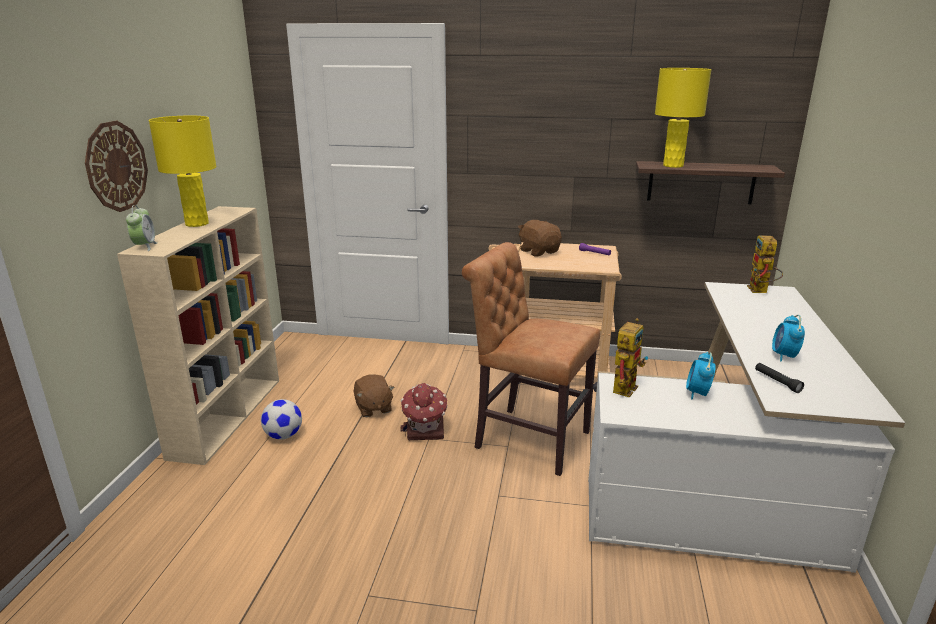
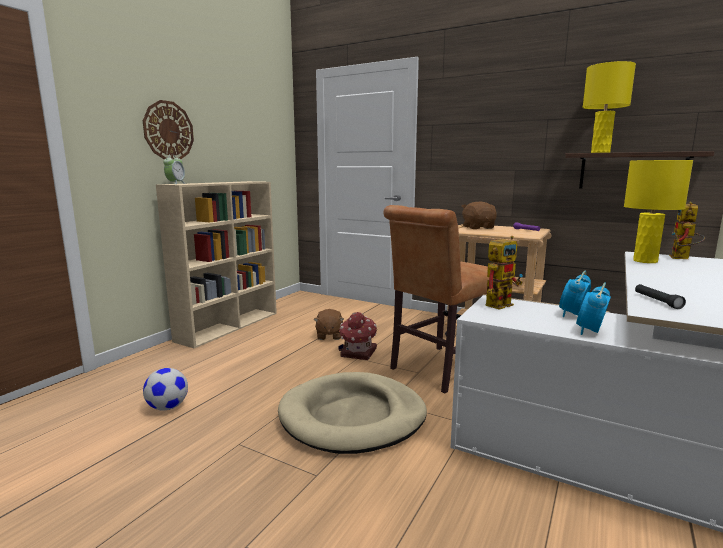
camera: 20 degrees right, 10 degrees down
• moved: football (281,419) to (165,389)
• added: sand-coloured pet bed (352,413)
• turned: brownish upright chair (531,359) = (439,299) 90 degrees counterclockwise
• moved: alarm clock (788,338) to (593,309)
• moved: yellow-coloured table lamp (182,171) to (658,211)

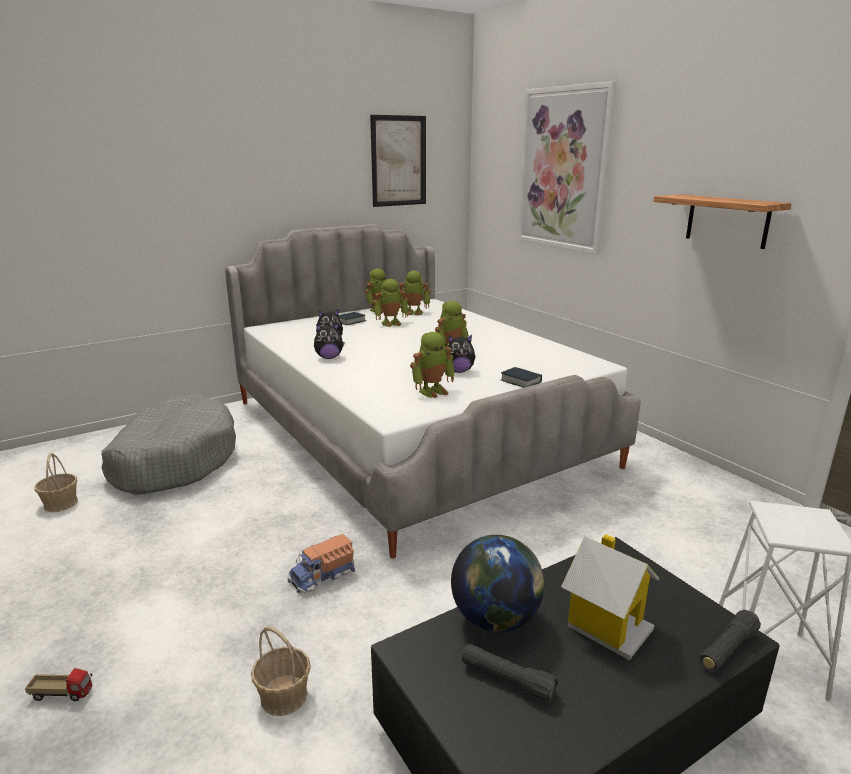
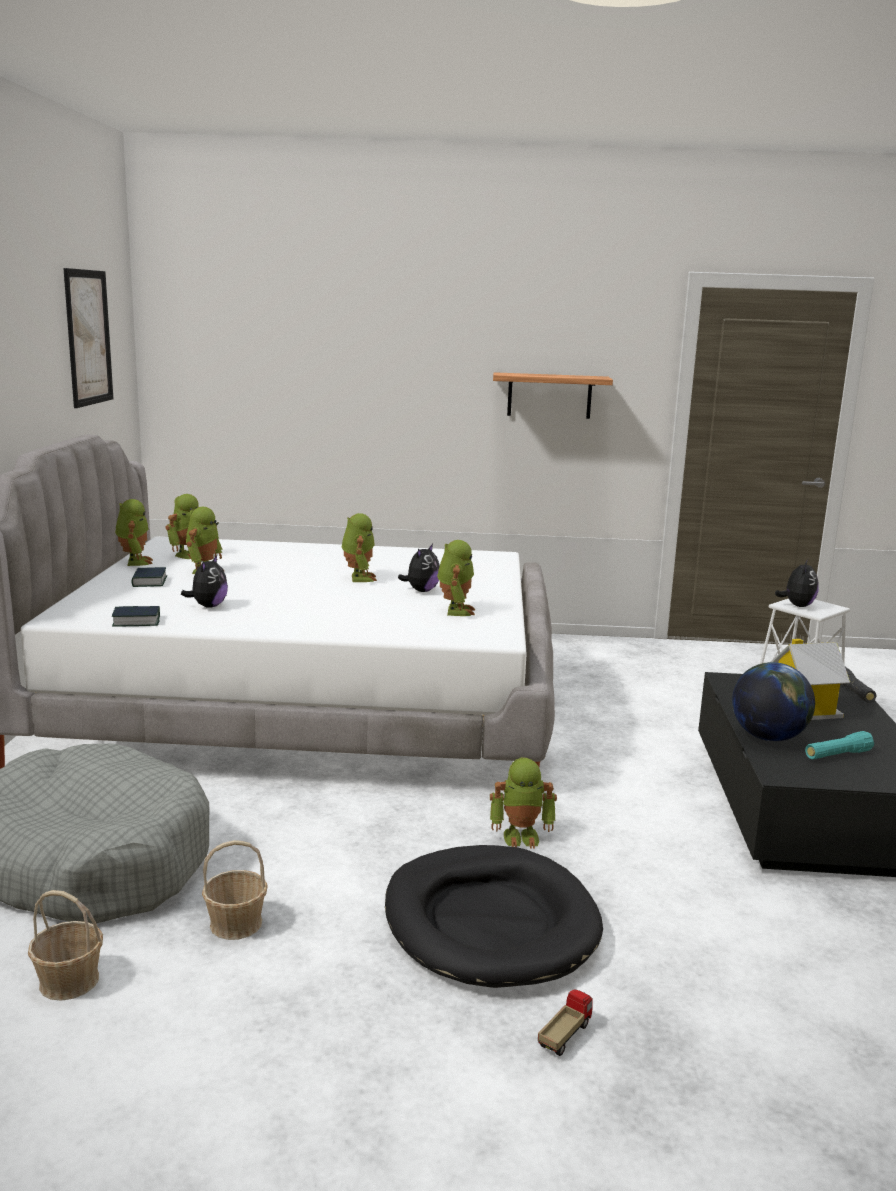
camera: 55 degrees left, 5 degrees down
• moved: bound book (521,377) to (136,616)
• moved: household basket (281,671) to (235,890)
• added: black pet bed (494,916)
• replaced: model truck (321,564) to model robot (523,803)
• moved: soft toy (329,341) to (797,583)
• recoloured: black flashlight (510,673) to blue-green flashlight (839,745)
• removed: picture (567,168)

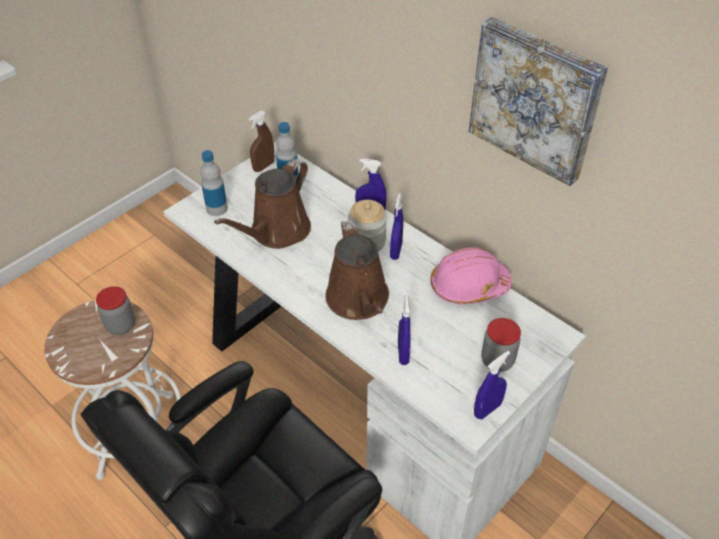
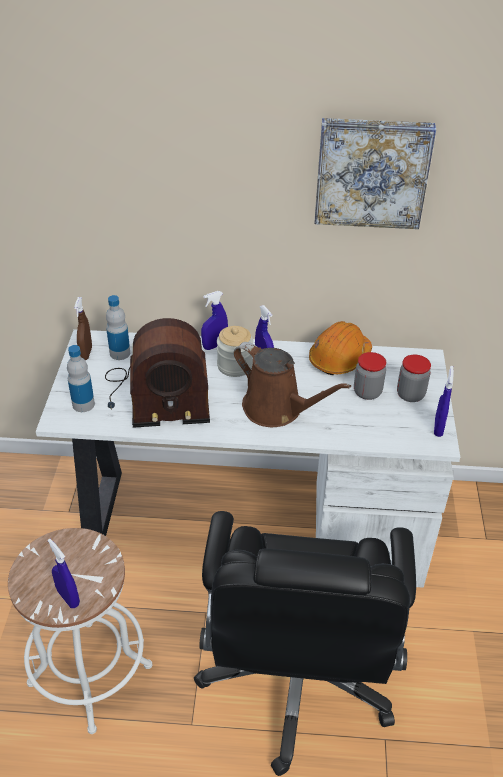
camera: 40 degrees left, 5 degrees down
• moved: blue-coloured sprayer (404,328) to (64,573)
• replaced: brownish sprinkling can (262,204) to radio (157,373)
• recoloured: pink-coloured safety helmet (471,275) to orange-coloured safety helmet (340,348)
• moved: jar (115,310) to (370,376)

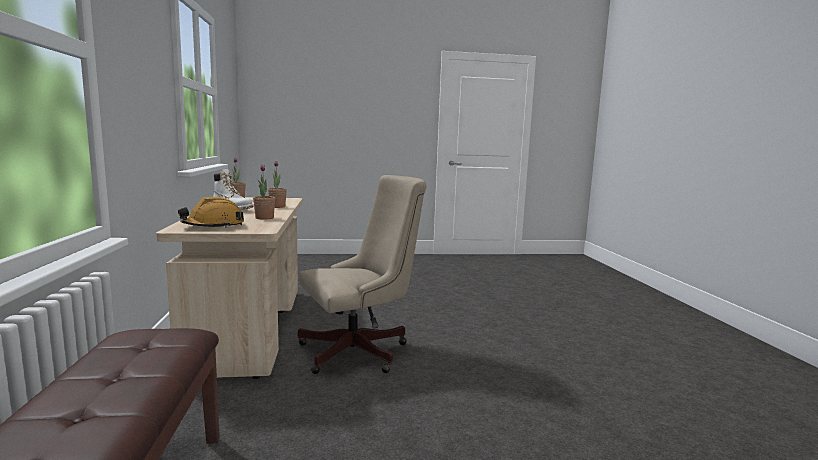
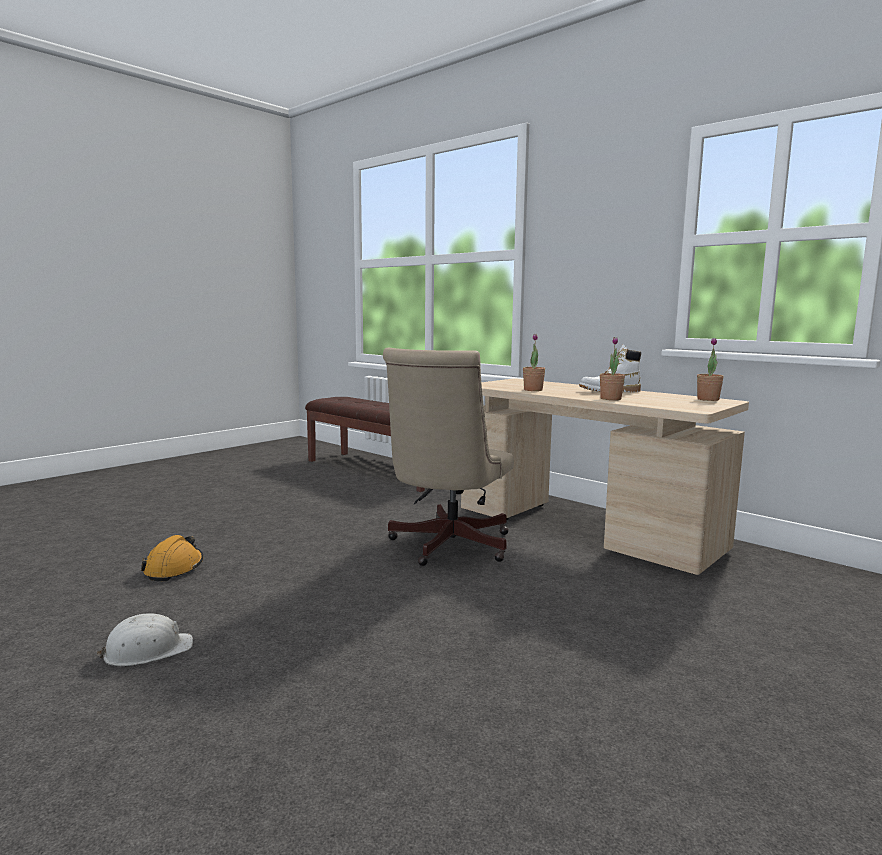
camera: 140 degrees right, 0 degrees up
• added: whitish safety helmet (144,639)
• moved: orange-coloured safety helmet (211,212) to (172,558)

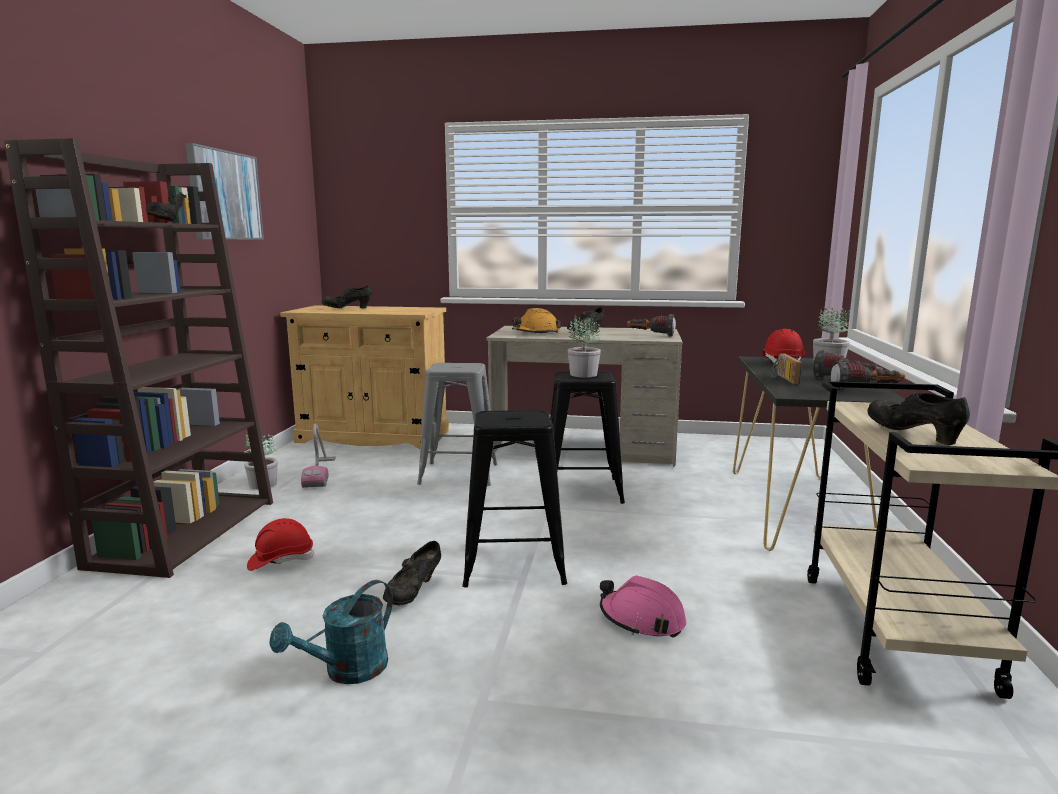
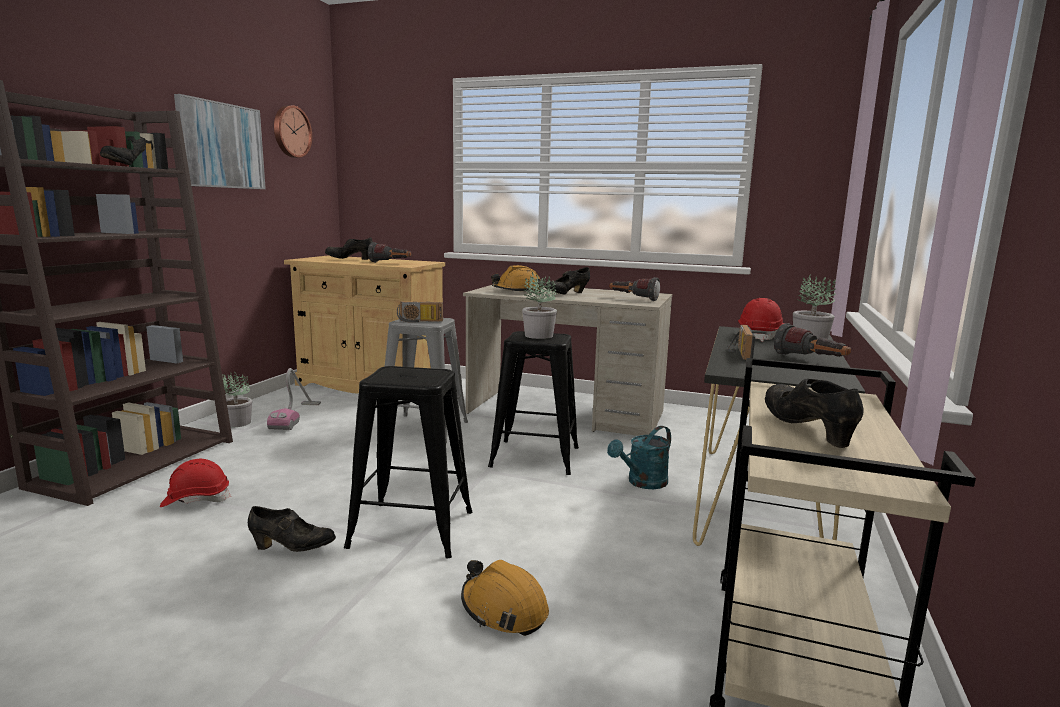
camera: 10 degrees right, 0 degrees up
• turned: black shoe (412,573) = (292,529) 120 degrees counterclockwise
• added: clock on the wall (293,131)
• moved: flashlight (868,375) to (389,252)
• added: radio (420,312)
• recoloured: pink-coloured safety helmet (643,607) to orange-coloured safety helmet (505,598)
• moved: blue-green sprinkling can (331,632) to (639,457)

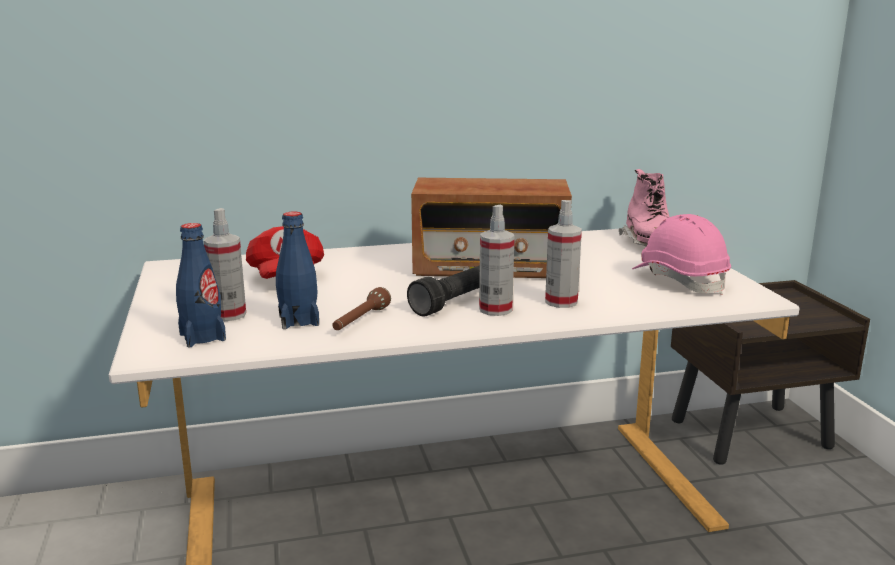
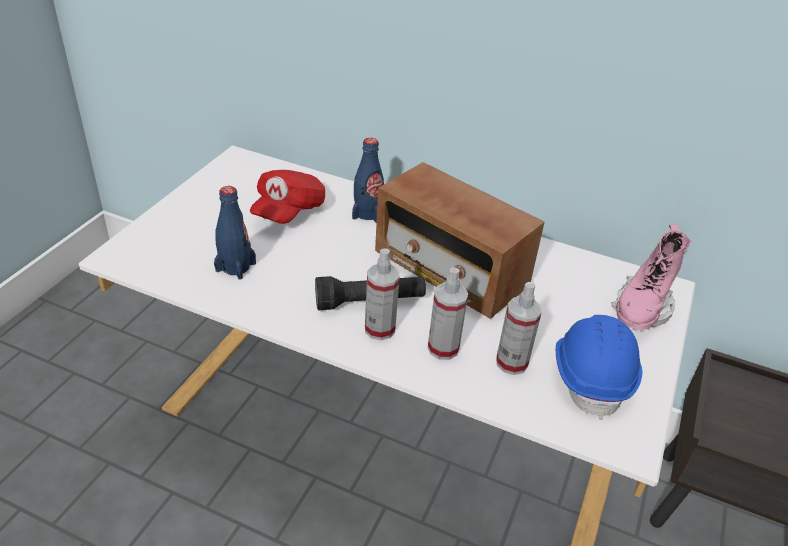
camera: 35 degrees right, 20 degrees up
• moved: blue-coloured bottle (201,285) to (368,180)
• moved: sprayer (225,264) to (519,328)
• recoloured: pink-coloured safety helmet (681,254) to blue-coloured safety helmet (599,367)
• removed: brownish flashlight (361,308)

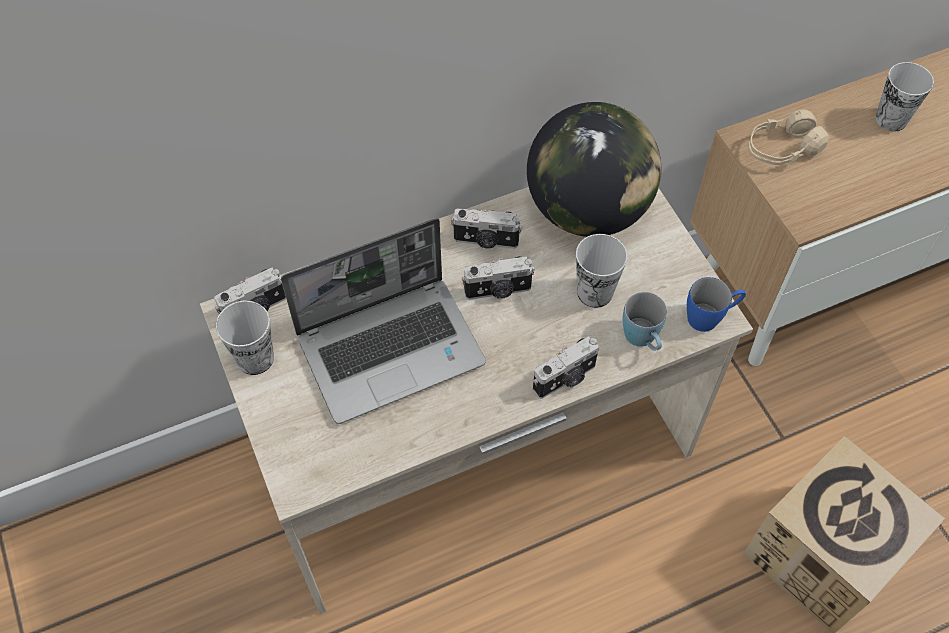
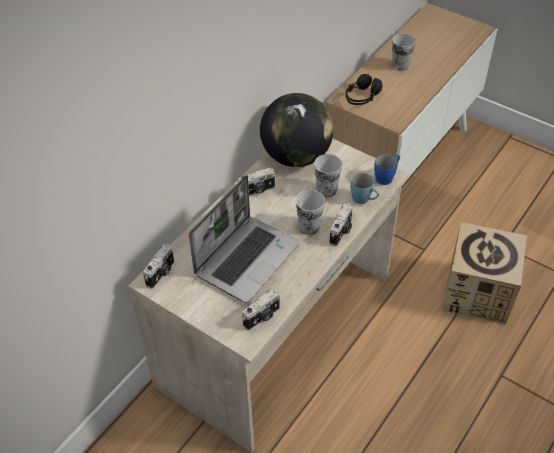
camera: 30 degrees left, 10 degrees down
• moved: still camera (498,278) to (261,310)
• moved: small cup (245,337) to (310,212)
• recoloured: sand-coloured headphones (788,137) to black headphones (364,89)

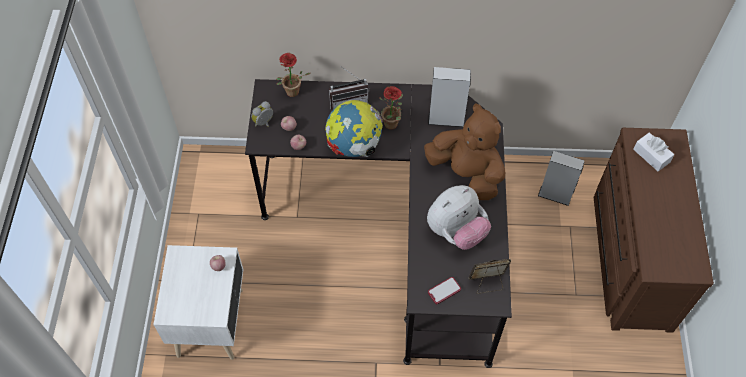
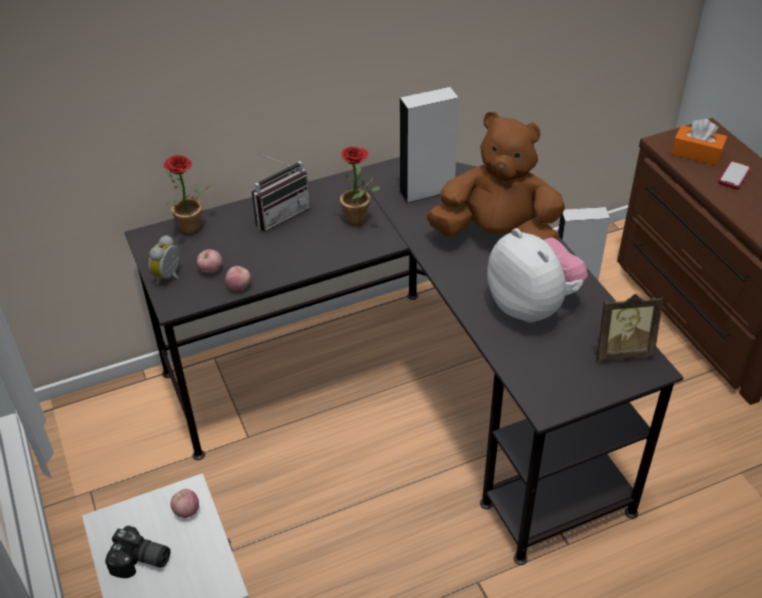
camera: 25 degrees left, 15 degrees down
• added: still camera (138,552)
• turned: soft toy (459,217) = (537,275) 60 degrees counterclockwise
• turned: standing frame (490,276) = (630,327) 150 degrees counterclockwise
• recoloured: whitish tissue holder (653,151) to orange-coloured tissue holder (699,142)
• moved: handset (444,290) to (734,175)
• removed: globe (354,128)

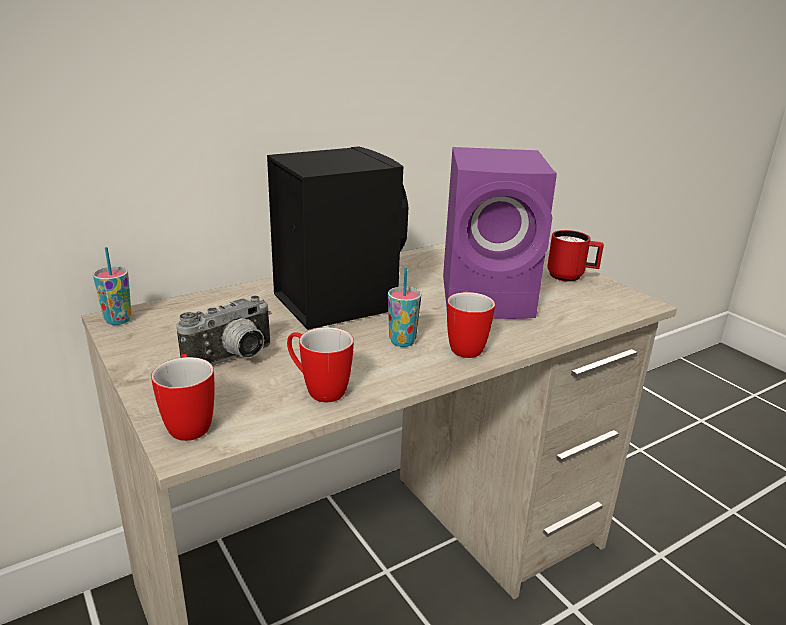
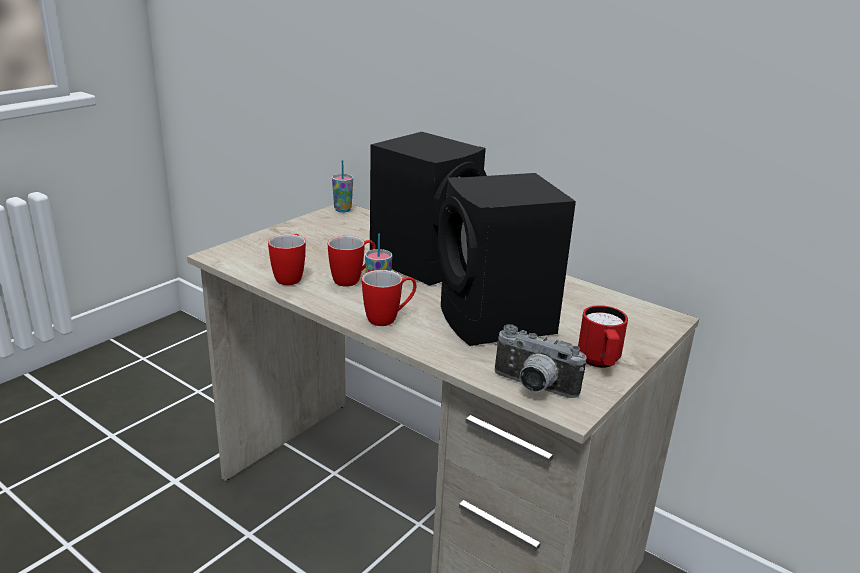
camera: 70 degrees right, 0 degrees up
• moved: tea mug (182,397) to (352,261)
• recoloured: purple-coloured speaker (500,233) to black speaker (507,259)
• moved: still camera (224,330) to (541,361)

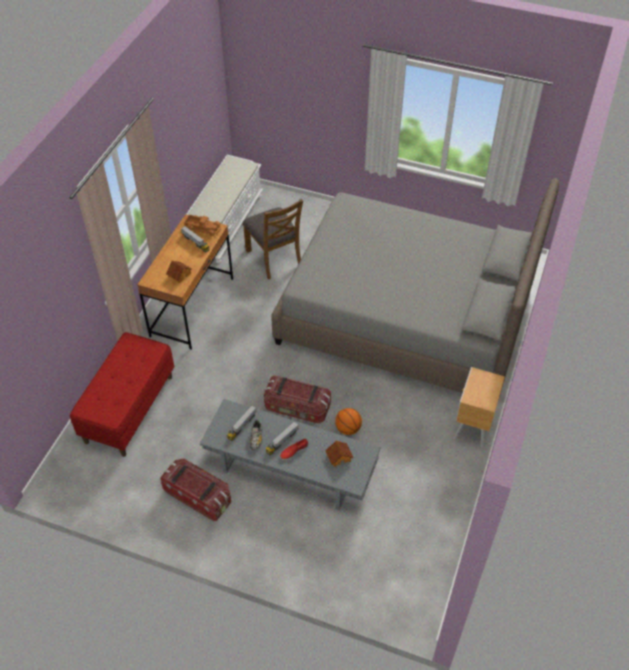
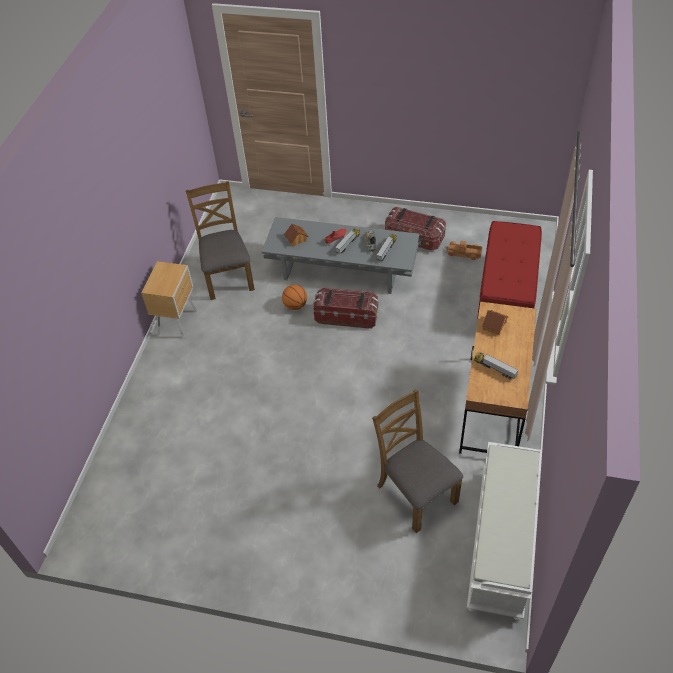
camera: 175 degrees right, 0 degrees up
• added: brownish upright chair (220,240)
• moved: model truck (202,225) to (464,250)
• removed: greyish sleeping bed (415,287)

